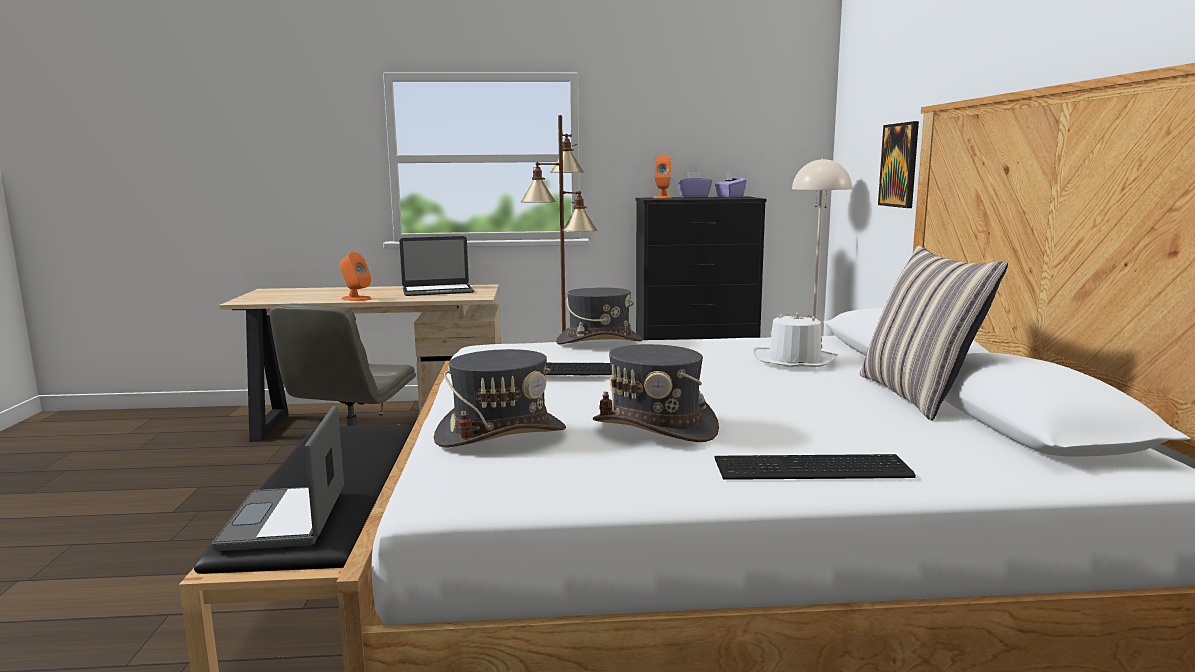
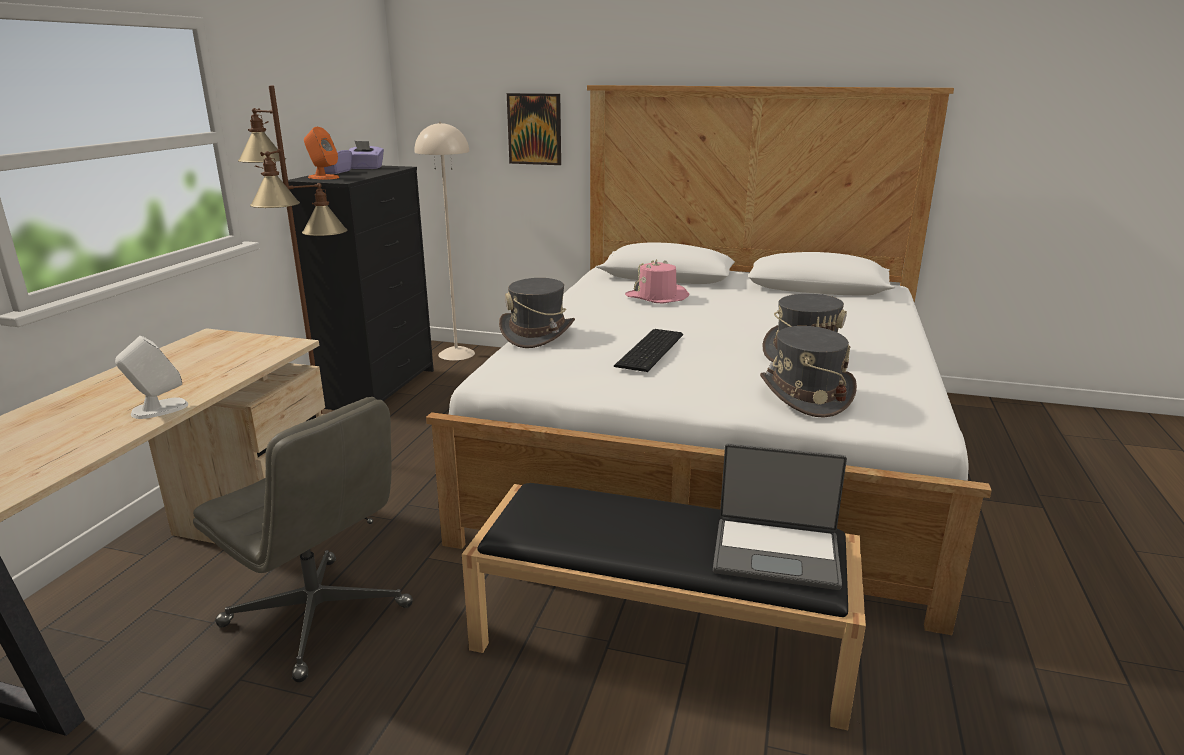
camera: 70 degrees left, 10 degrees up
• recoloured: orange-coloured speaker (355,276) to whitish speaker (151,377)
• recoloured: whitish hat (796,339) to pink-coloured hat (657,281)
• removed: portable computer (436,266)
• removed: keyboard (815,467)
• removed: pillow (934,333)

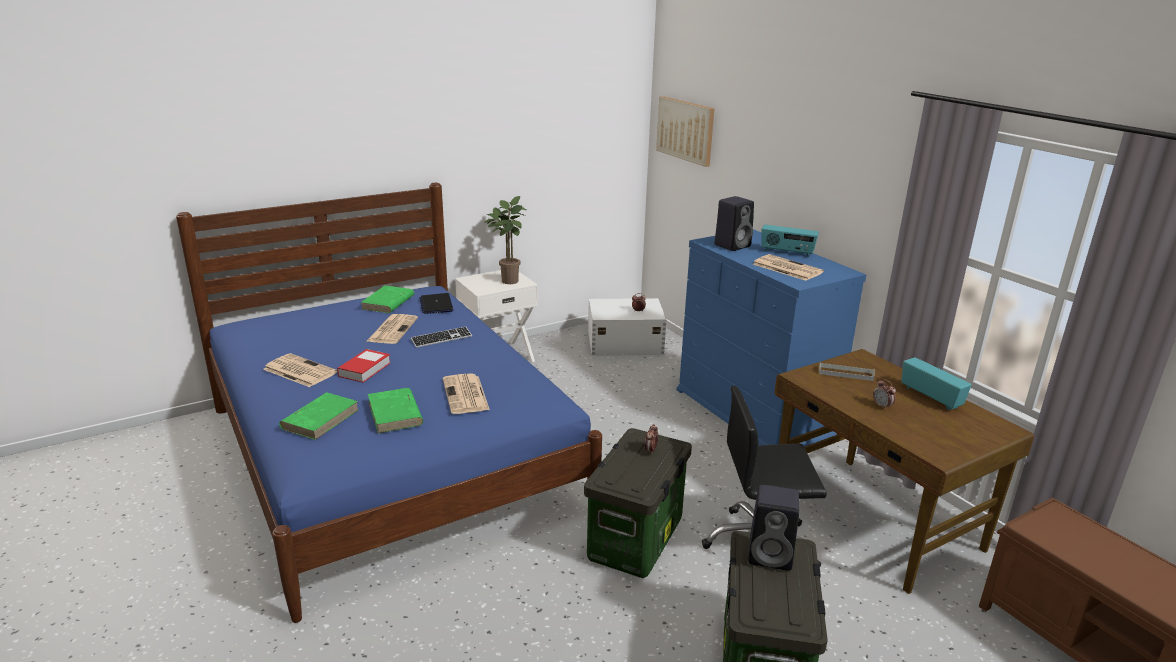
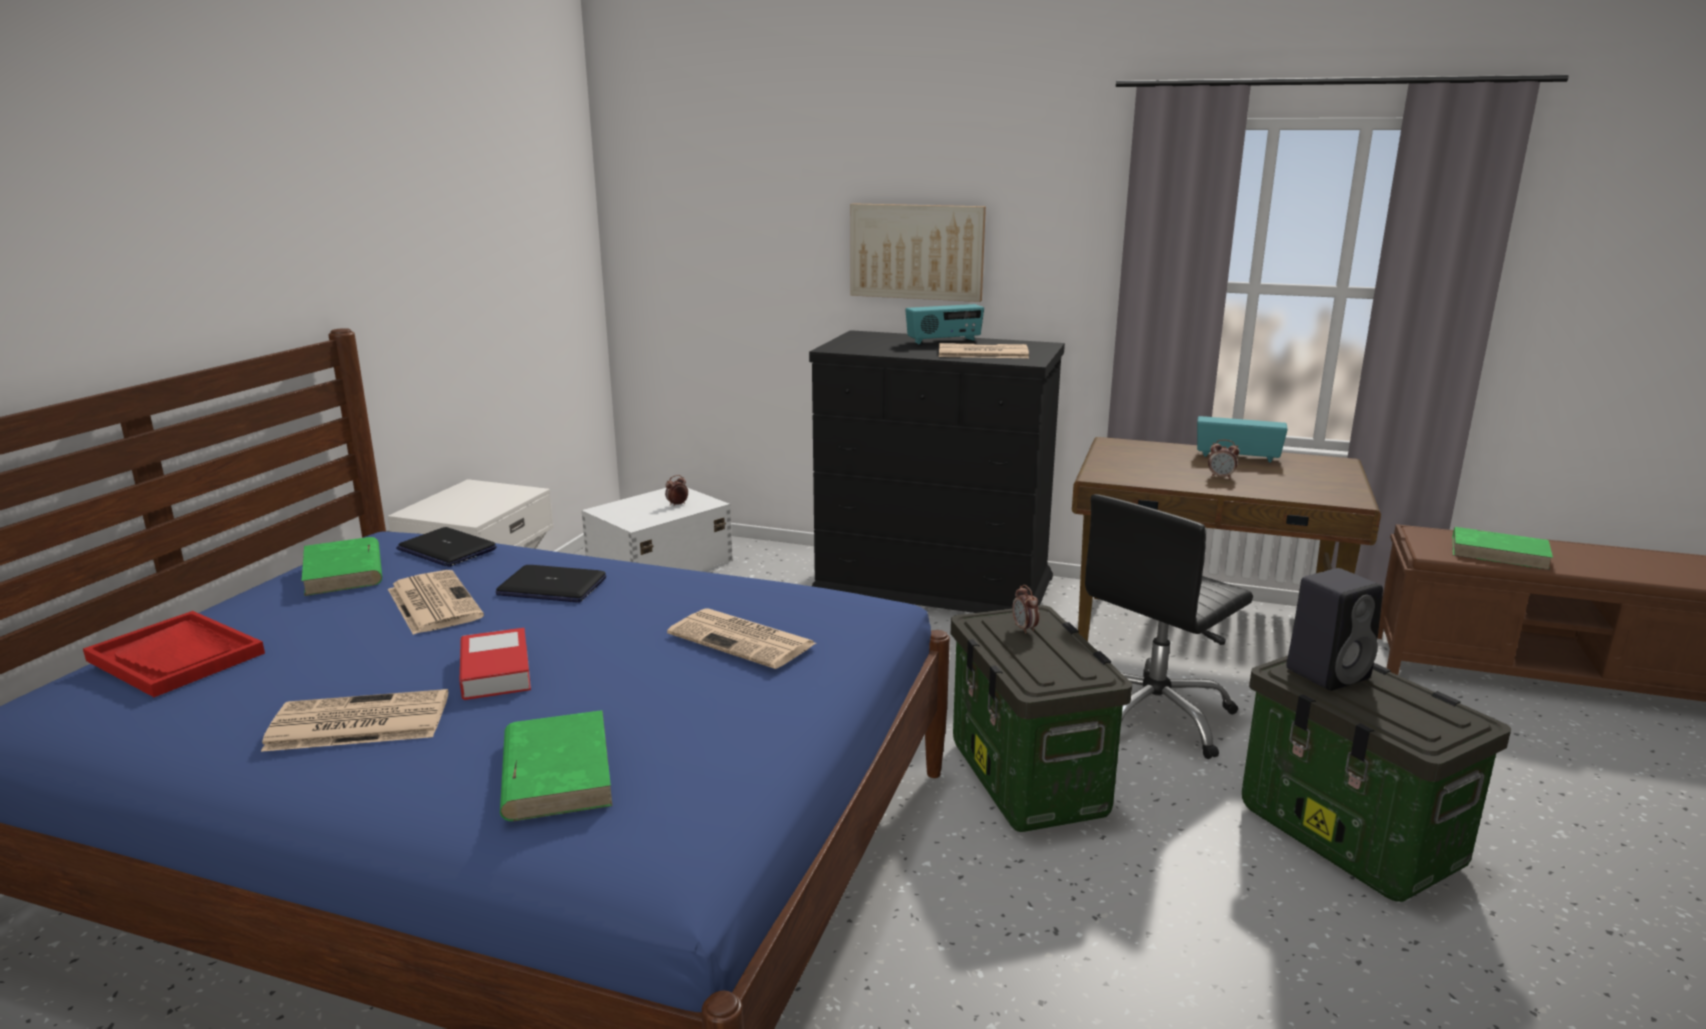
camera: 40 degrees left, 5 degrees down
• added: reddish tray (174,654)
• replaced: keyboard (441,337) to portable computer (551,584)
• recoloured: blue-coloured chest of drawers (771,338) to black chest of drawers (937,471)
• moved: picture (685,131) to (918,252)
• moved: greenish bound book (395,410) to (1502,548)
• removed: houseplant (505,240)
• removed: black speaker (734,223)
• removed: greyish tray (846,371)

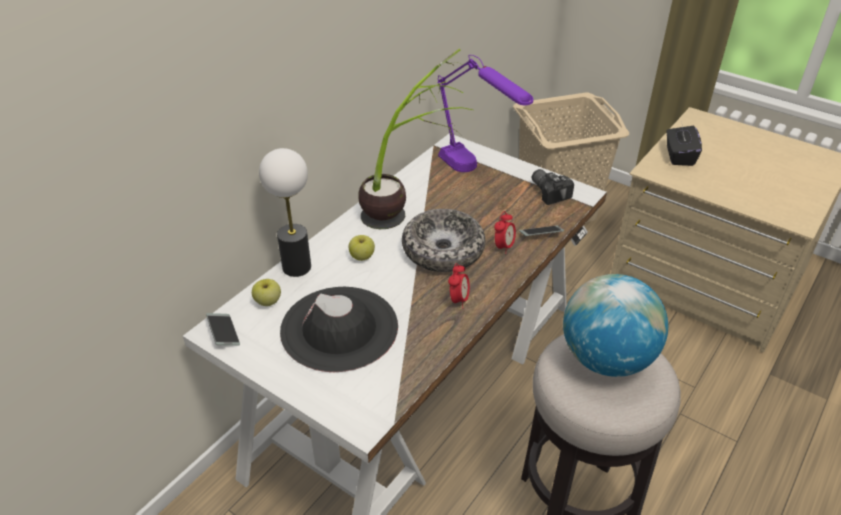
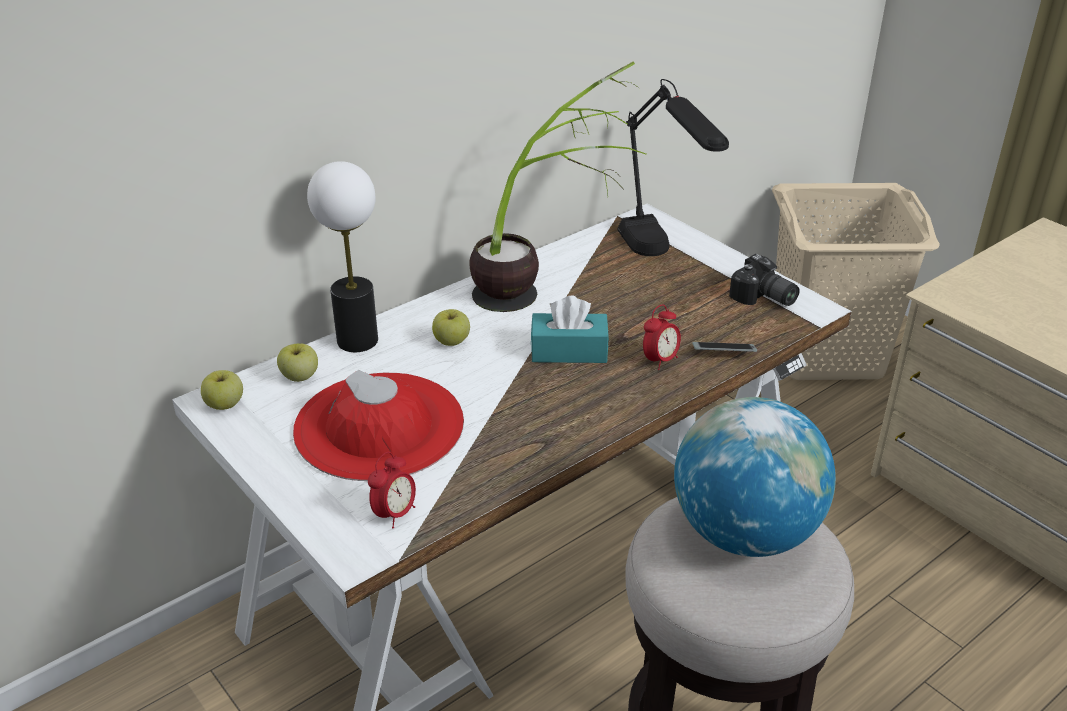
camera: 15 degrees right, 5 degrees down
• replaced: handset (223,329) to whole apple (222,390)
• recoloured: black hat (339,329) to reddish hat (378,425)
• moved: alarm clock (459,285) to (392,490)
• replaced: serving bowl (443,240) to blue-green tissue holder (570,329)
• recoloured: purple-coloured table lamp (485,113) to black table lamp (673,167)
• turned: still camera (553,187) = (764,280) 150 degrees clockwise
• removed: black tissue holder (684,146)

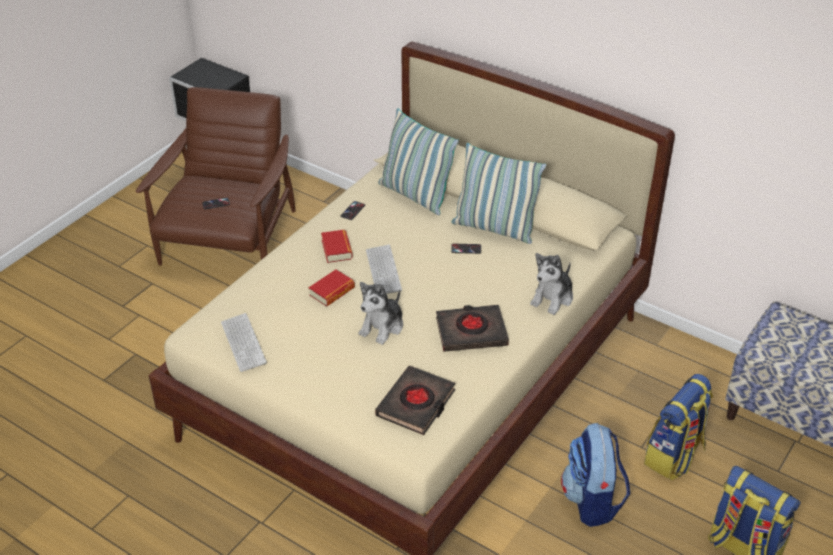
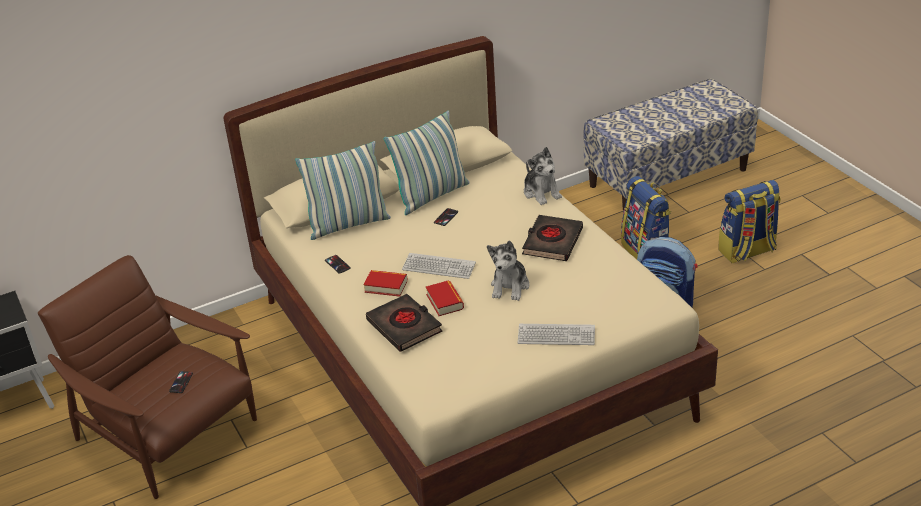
camera: 60 degrees left, 5 degrees down
• moved: black bound book (415,400) to (404,323)
• turned: soft toy (381,313) = (508,271) 45 degrees clockwise
• moved: keyboard (244,342) to (556,334)

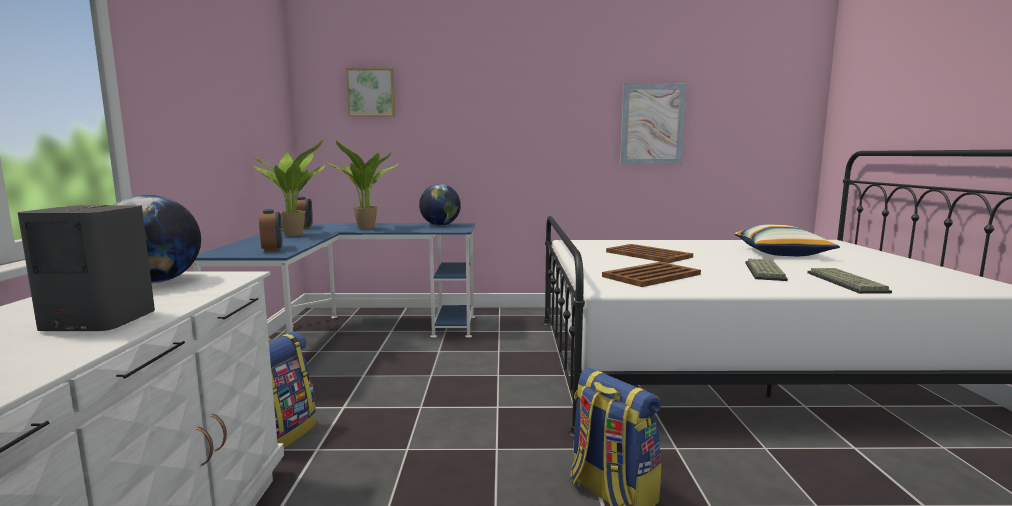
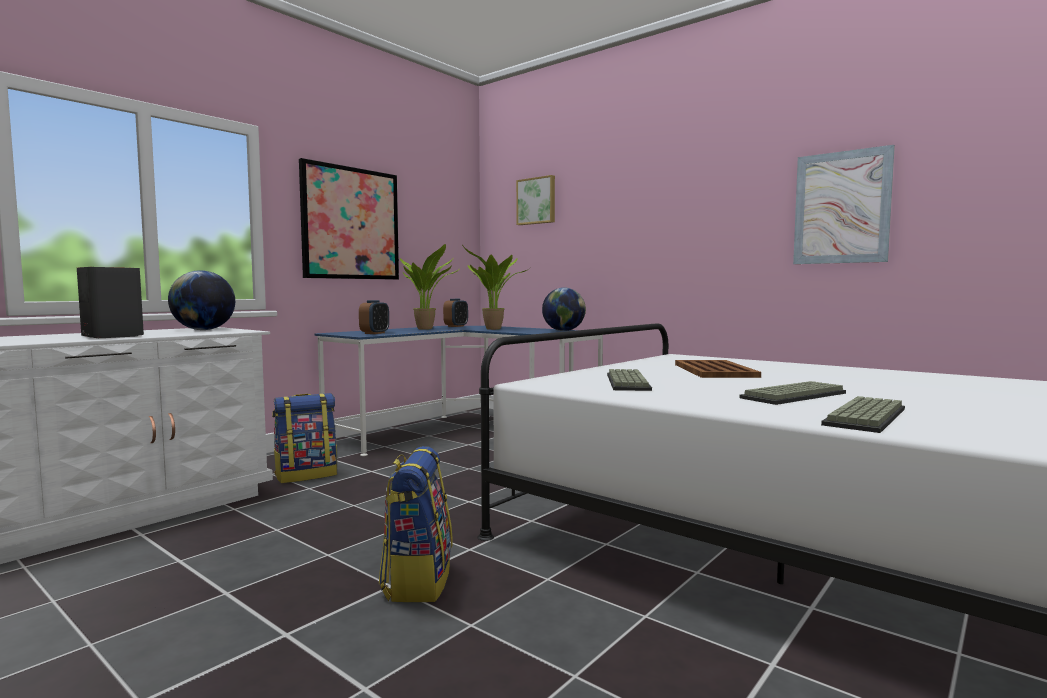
camera: 40 degrees right, 5 degrees down
• added: picture (349,219)
• replaced: brownish tray (651,274) to keyboard (629,380)
• removed: pillow (787,240)

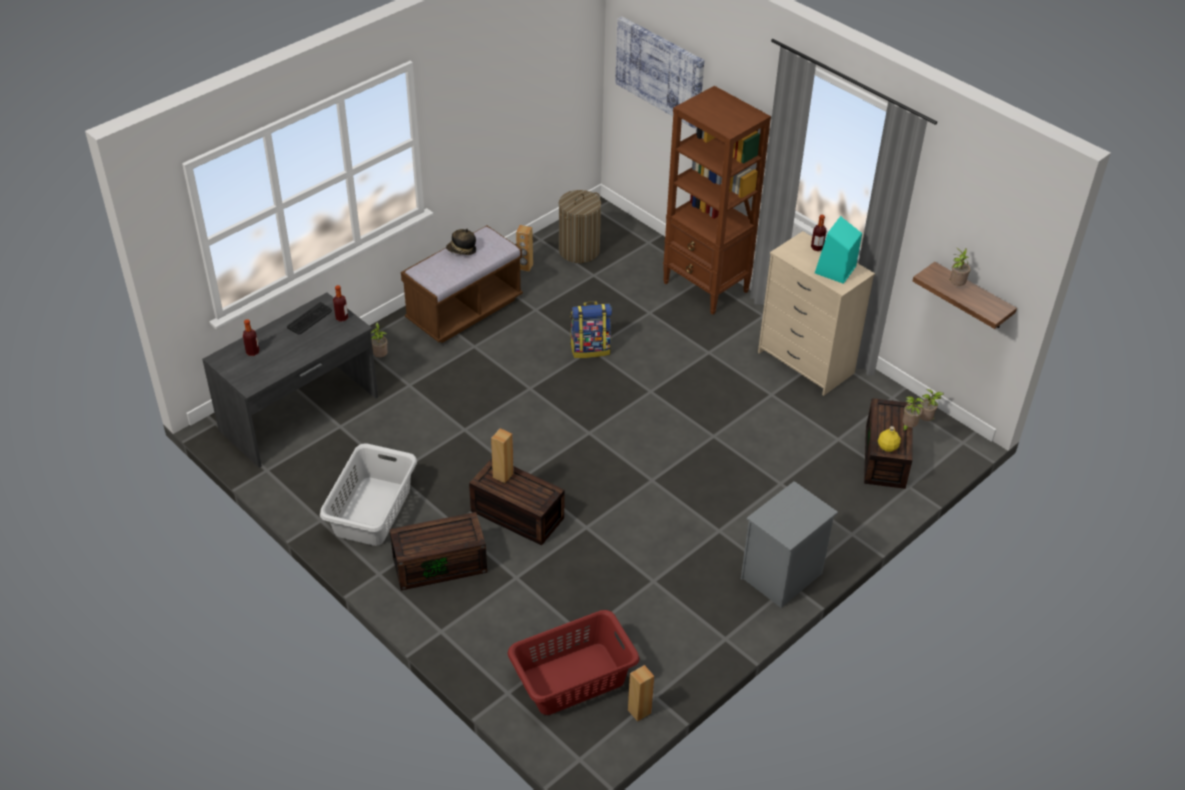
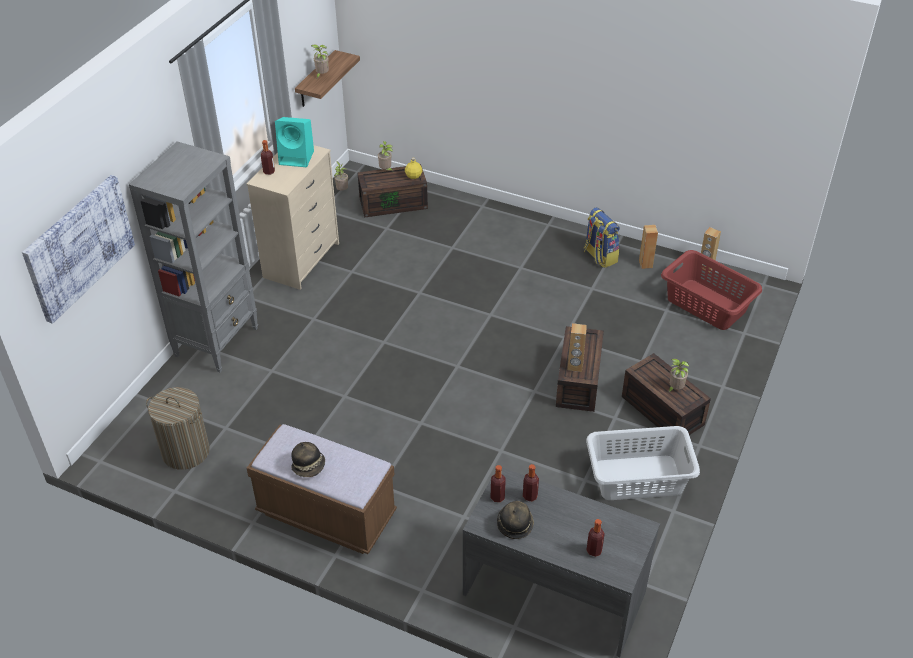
camera: 110 degrees left, 0 degrees up
• recoloured: brownish bookshelf (717,200) to greyish bookshelf (193,256)
• replaced: keyboard (309,318) to hat (515,520)
• added: bottle (531,483)
• moved: rucksack (591,329) to (601,237)
• moved: brownish speaker (524,248) to (648,247)
• moved: houseplant (379,339) to (679,375)
• removed: greyish bedside table (789,544)

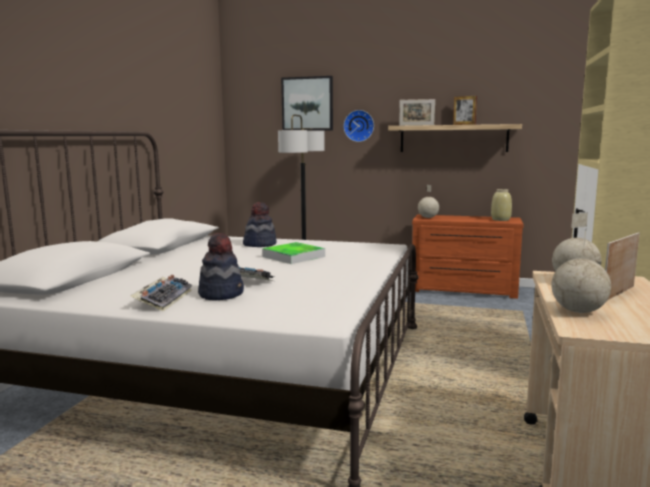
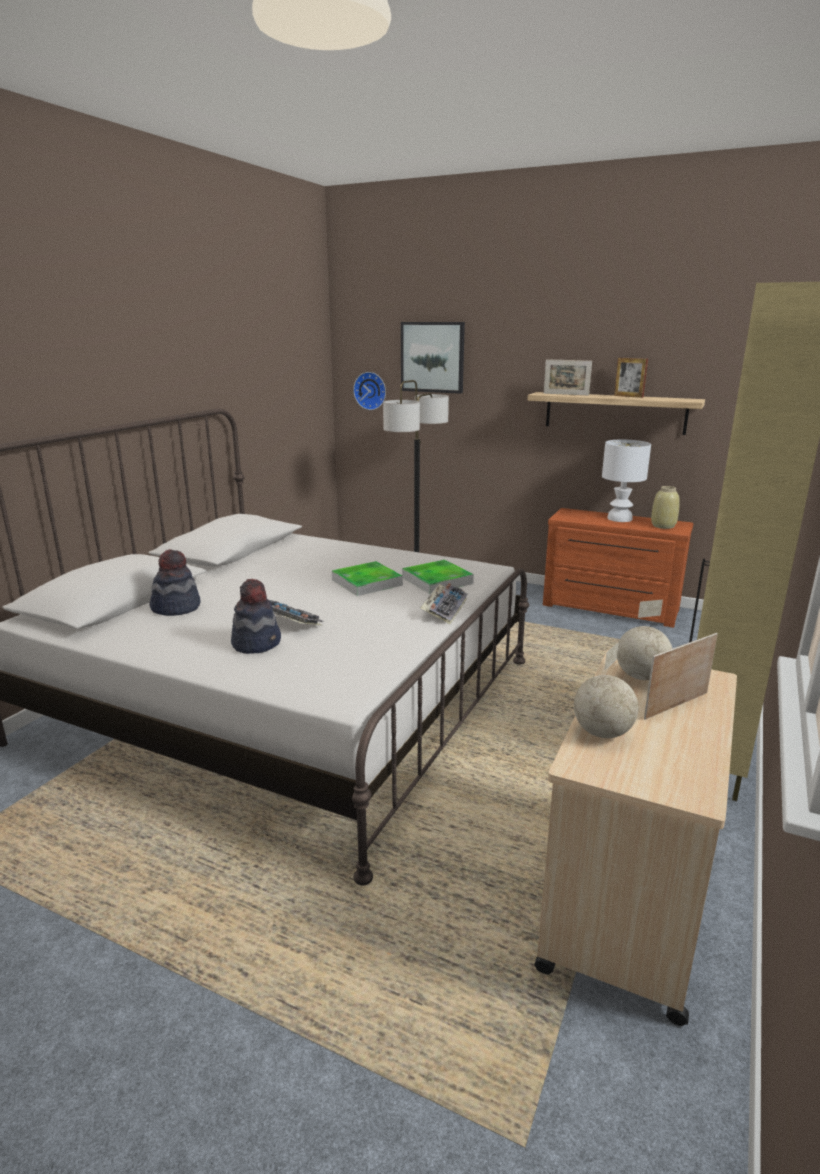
camera: 10 degrees right, 10 degrees up
• moved: hat (260,224) to (175,582)
• moved: clock on the wall (358,126) to (369,391)
• added: tray (438,577)
• moved: keyboard (161,293) to (443,604)
• added: whitish table lamp (626,481)
• removed: globe (428,201)

